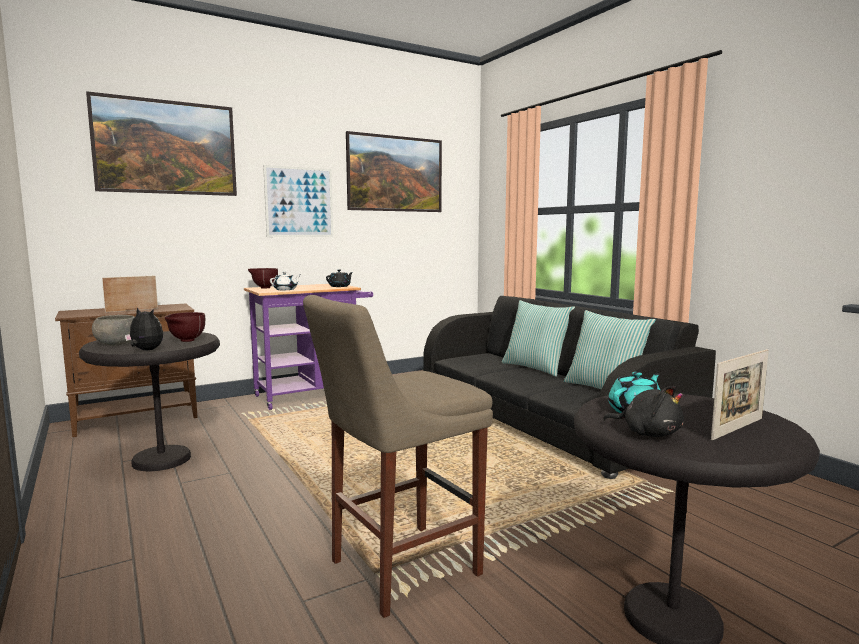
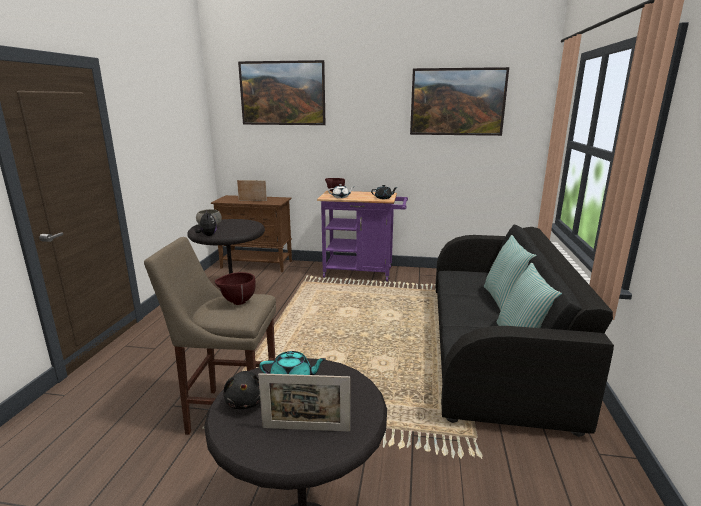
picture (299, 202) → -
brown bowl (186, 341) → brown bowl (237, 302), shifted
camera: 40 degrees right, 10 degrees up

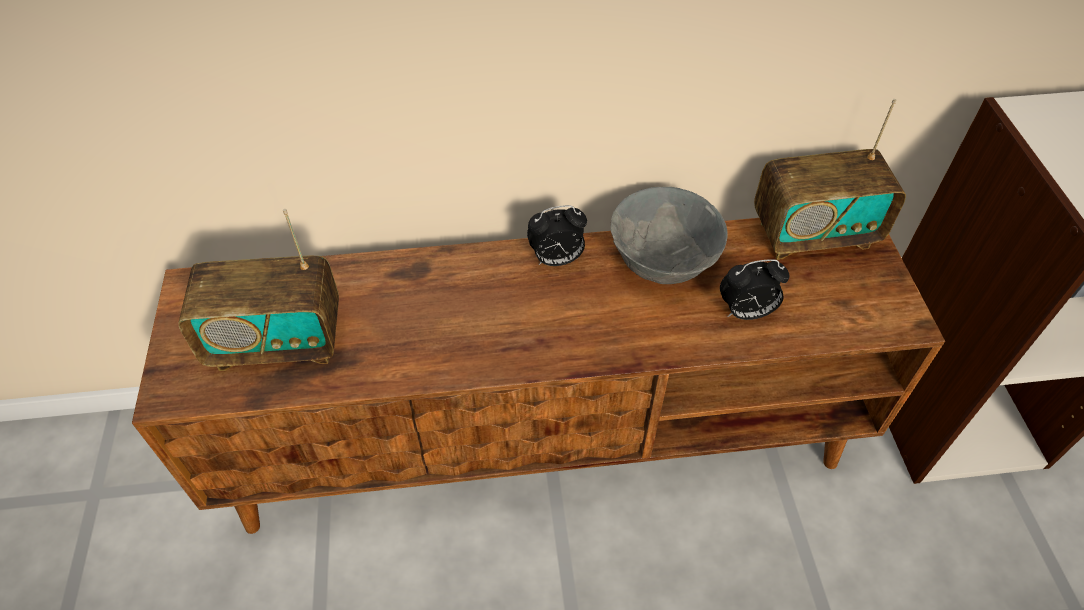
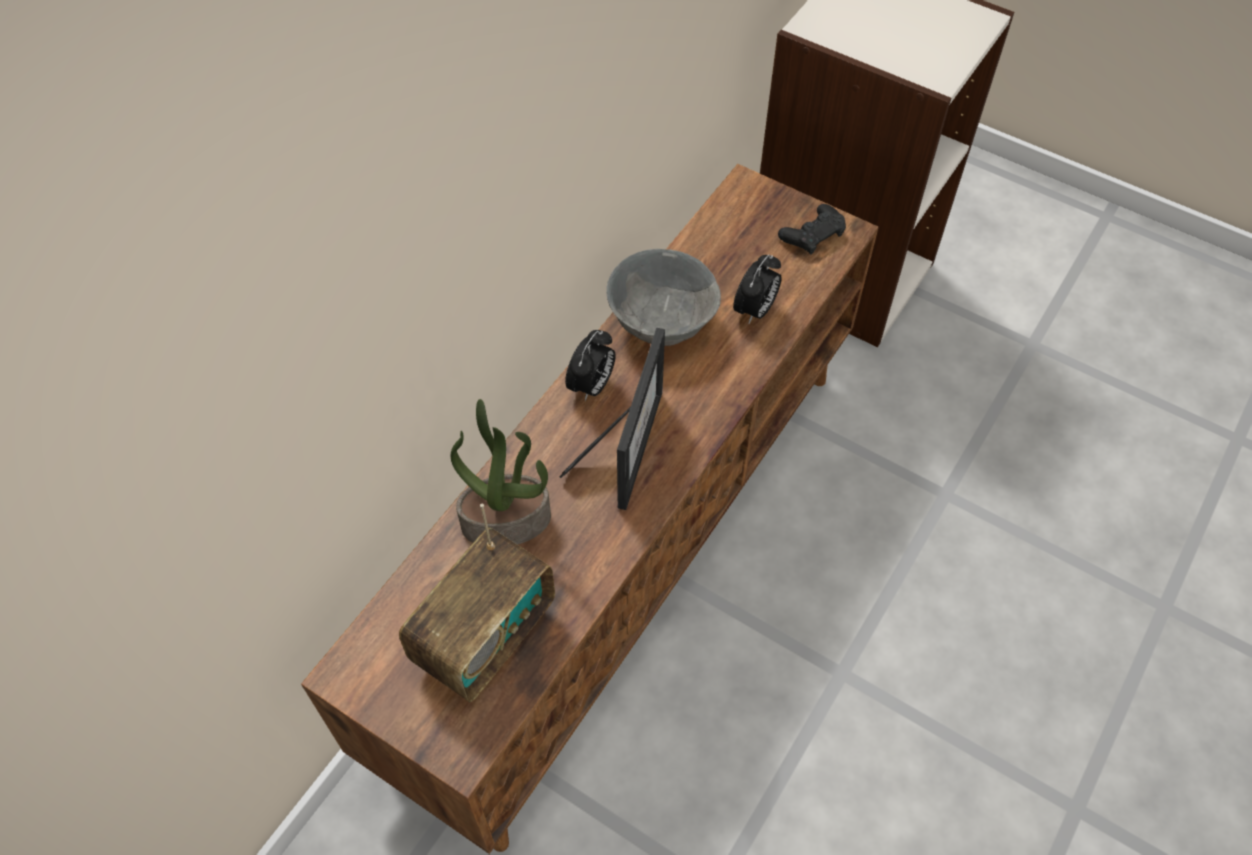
radio (813, 234) → -
- → black game controller (813, 235)
- → picture frame (627, 443)
- → potted plant (507, 520)
camera: 50 degrees left, 5 degrees up

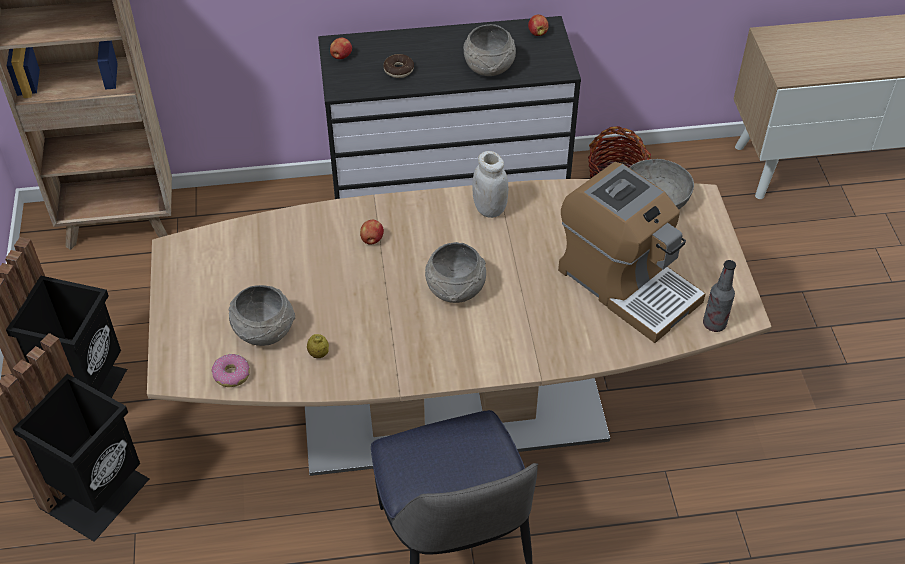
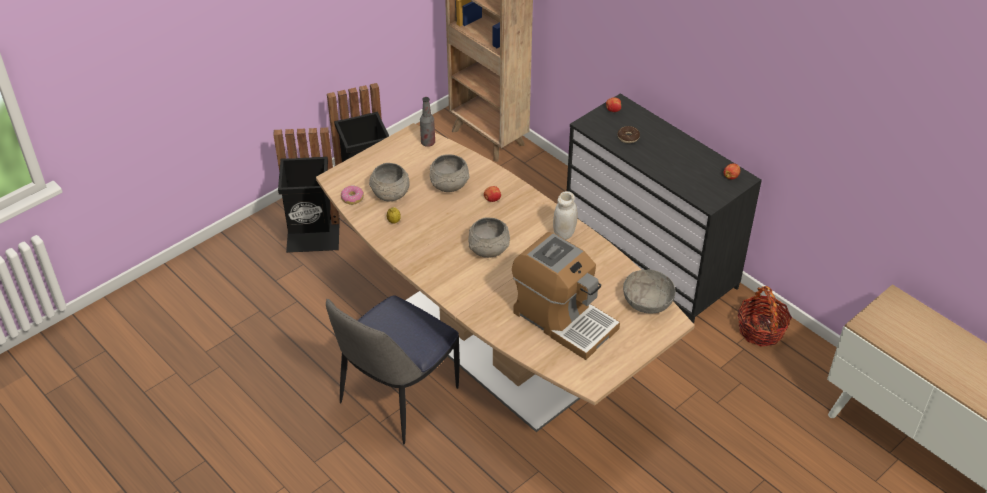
grey bowl (489, 67) → grey bowl (450, 185), shifted
coffee machine (626, 284) → coffee machine (563, 319), 60 degrees counterclockwise
bottle (714, 324) → bottle (428, 143), shifted
camera: 55 degrees right, 5 degrees down

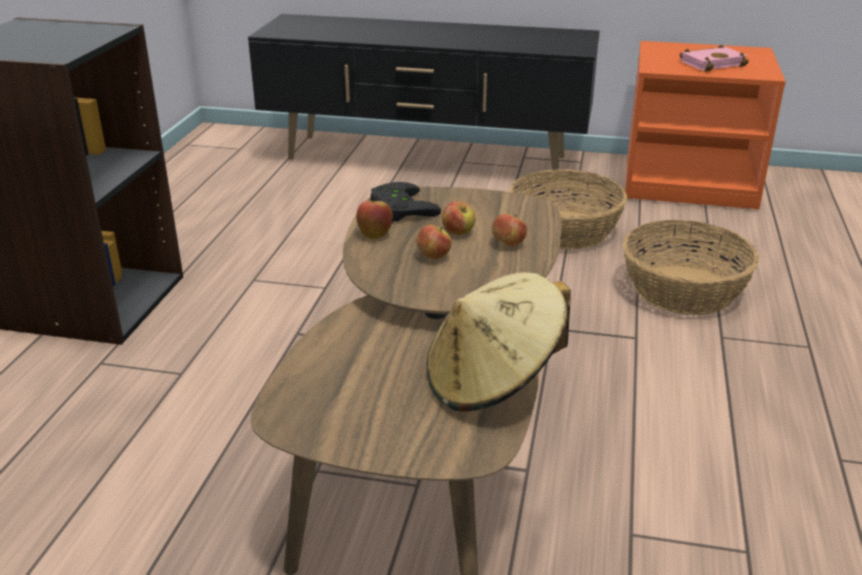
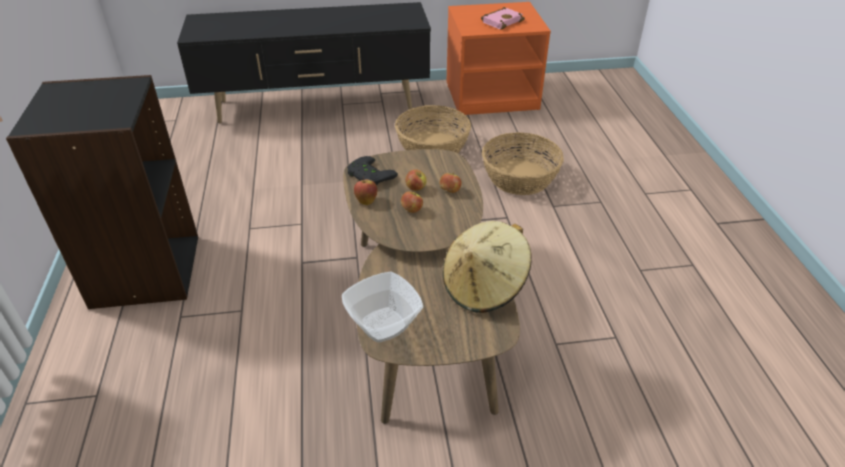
- → bowl (384, 325)
camera: 20 degrees left, 10 degrees up

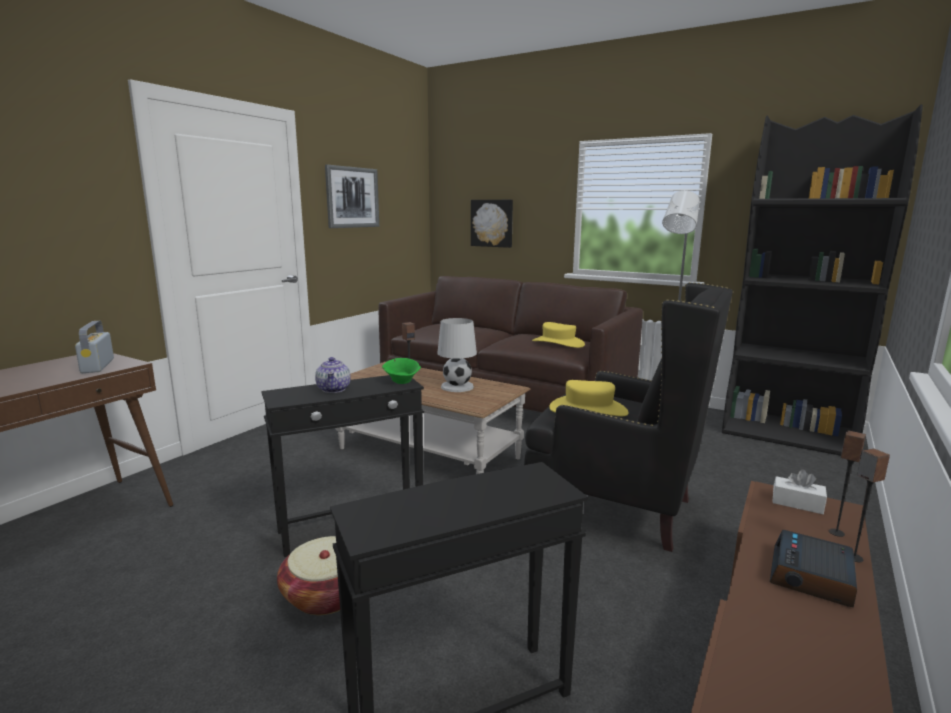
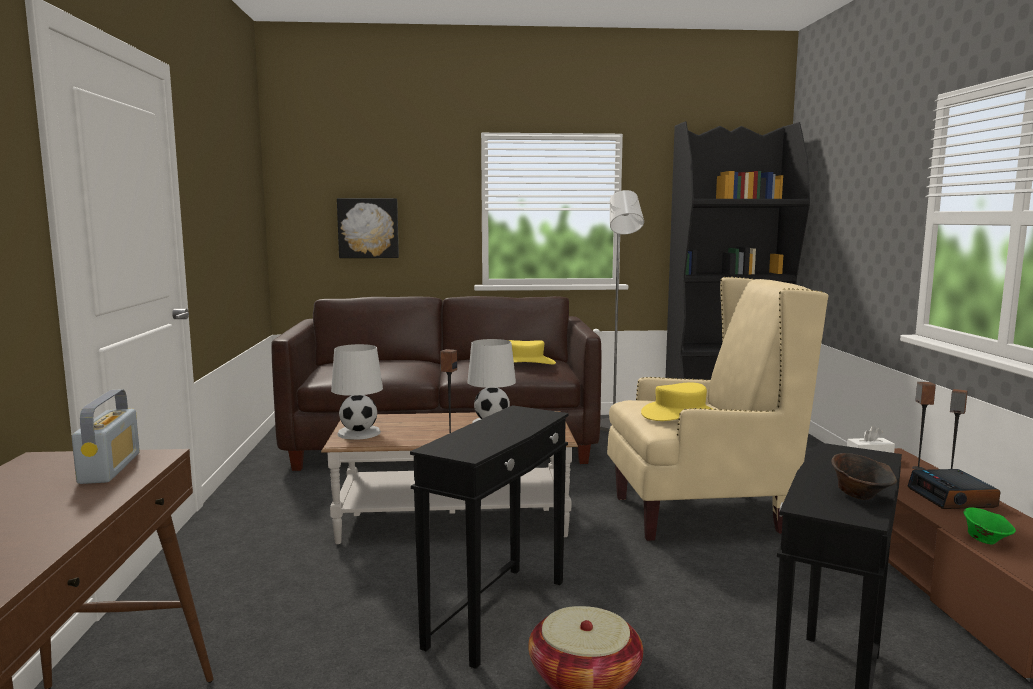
picture (352, 197) → -
black armchair (616, 507) → beige armchair (699, 514)
radio (97, 366) → radio (110, 468), 135 degrees counterclockwise
teapot (334, 389) → -
green bowl (402, 382) → green bowl (986, 541), shifted
- → white table lamp (358, 433)
- → brown bowl (860, 496)
camera: 35 degrees left, 5 degrees down

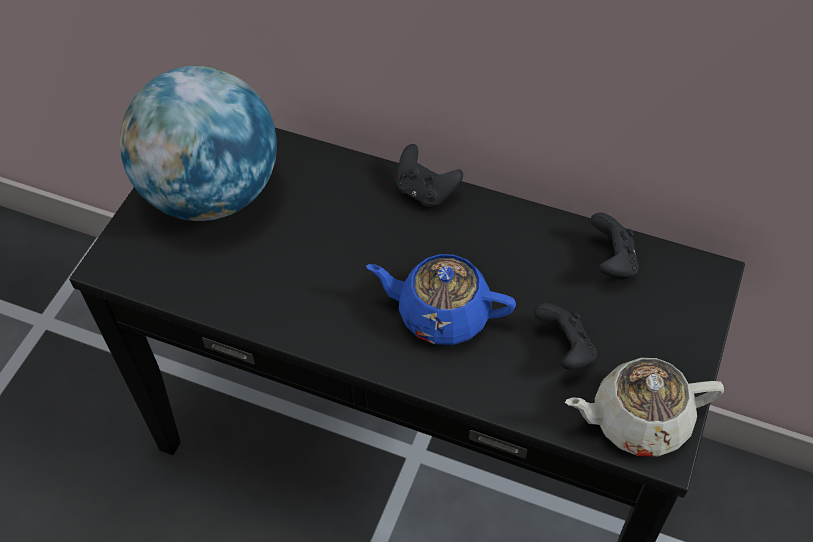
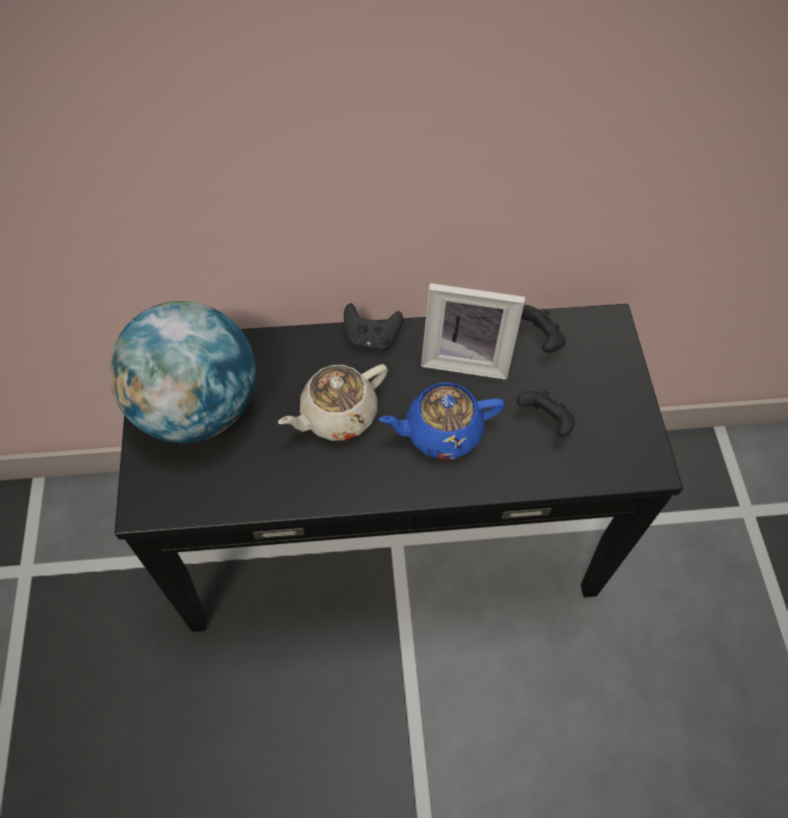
beige teapot (638, 419) → beige teapot (337, 415), shifted
- → picture frame (466, 357)
camera: 30 degrees left, 5 degrees up

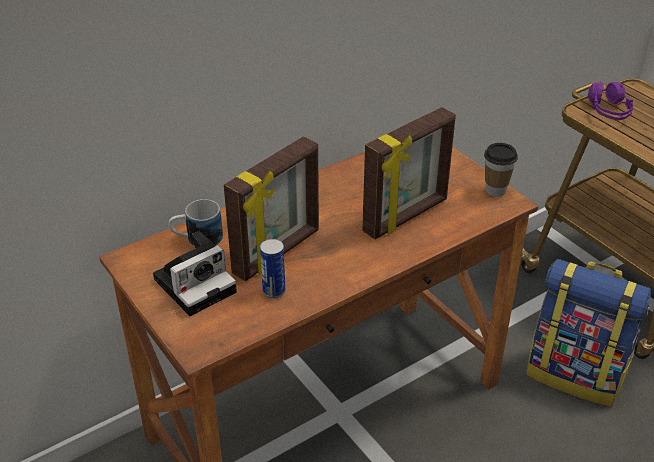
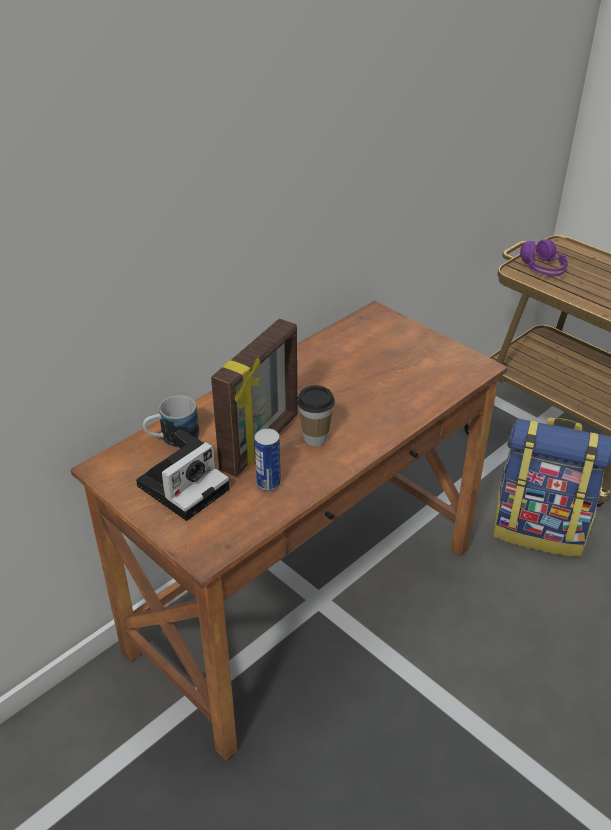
picture frame (406, 217) → -
cup (495, 190) → cup (315, 438), shifted
camera: 10 degrees left, 0 degrees up

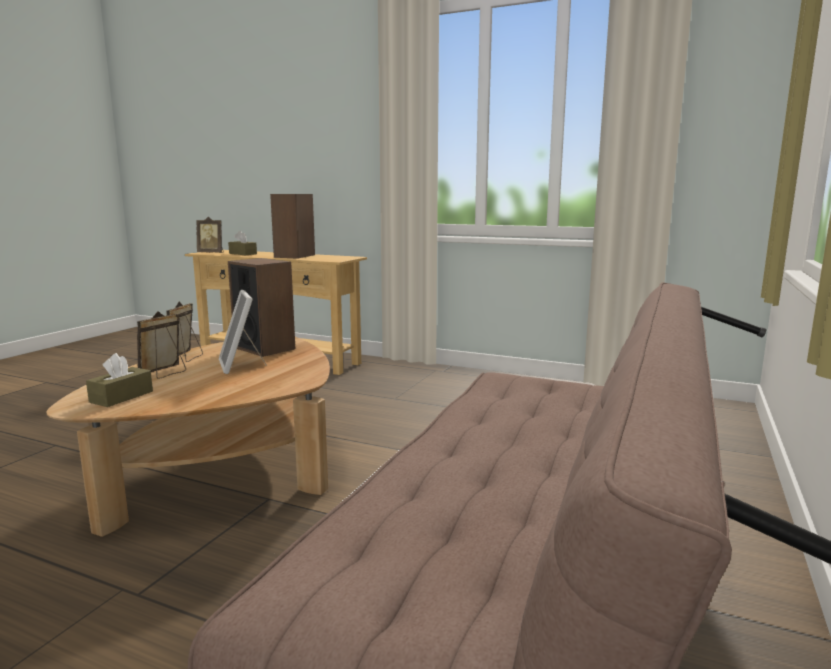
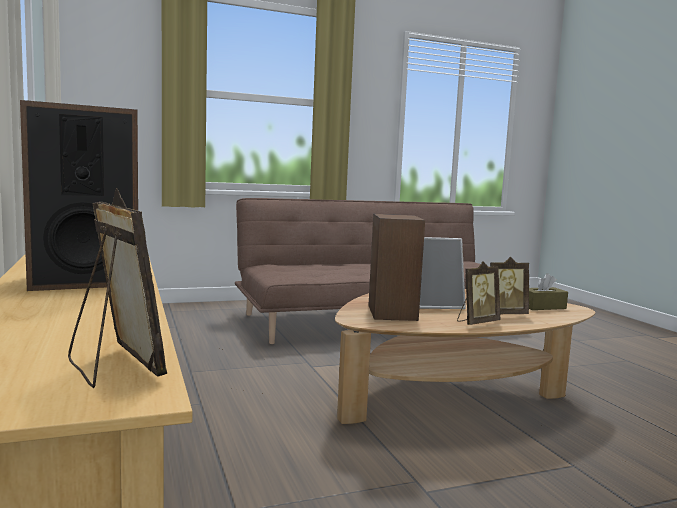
brown tissue box (243, 254) → -
picture frame (241, 365) → picture frame (437, 305), 60 degrees clockwise
camera: 135 degrees left, 5 degrees down

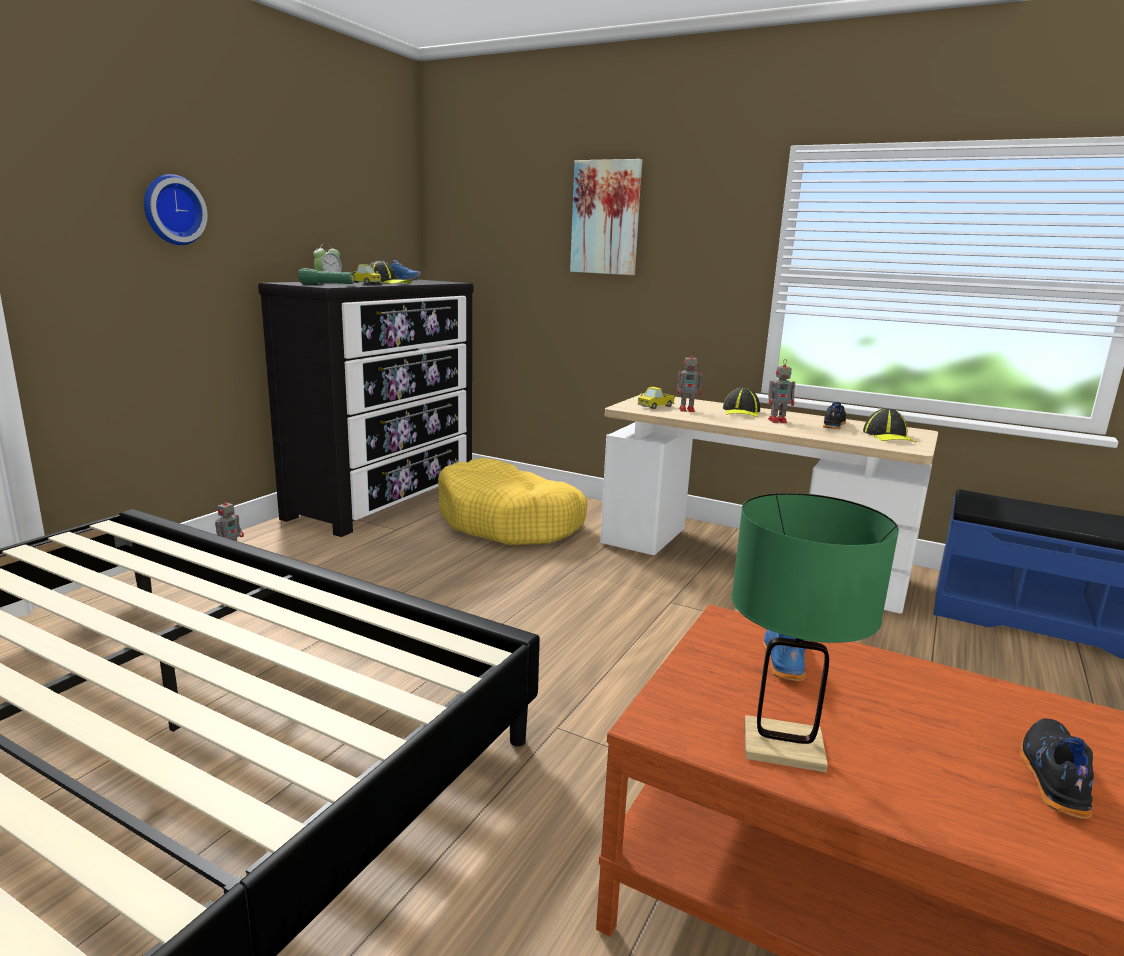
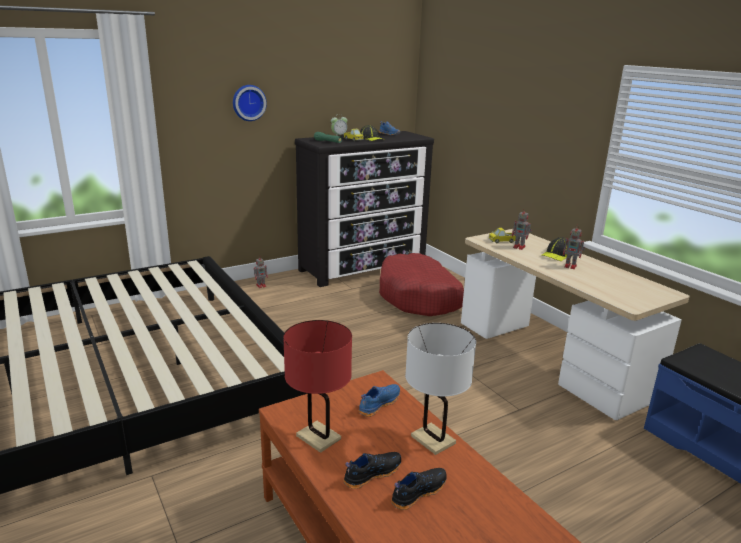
picture (606, 218) → -
black shoe (832, 425) → black shoe (371, 474), shifted
cap (889, 436) → -
yellow dog bed (509, 522) → red dog bed (419, 297)
green table lamp (783, 746) → red table lamp (318, 437)
- → white table lamp (433, 439)
camera: 30 degrees right, 5 degrees up

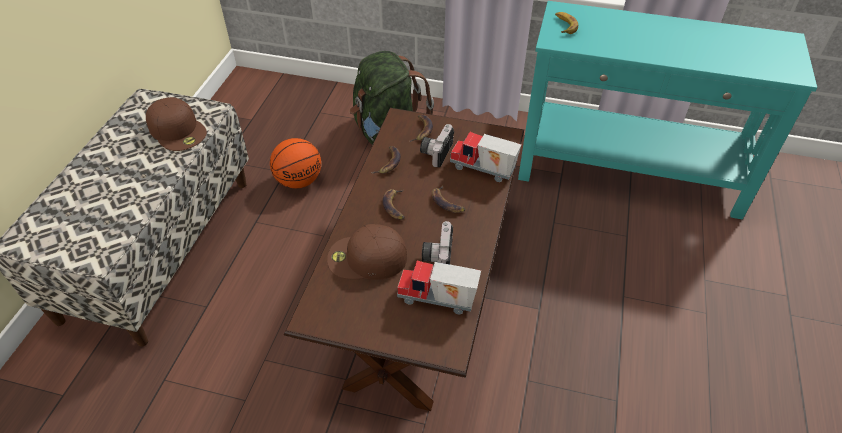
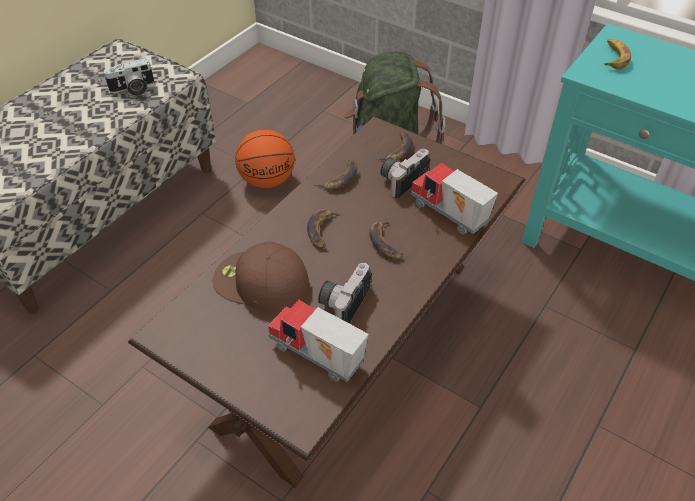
brown cap (178, 130) → photo camera (133, 89)
camera: 20 degrees right, 0 degrees up

